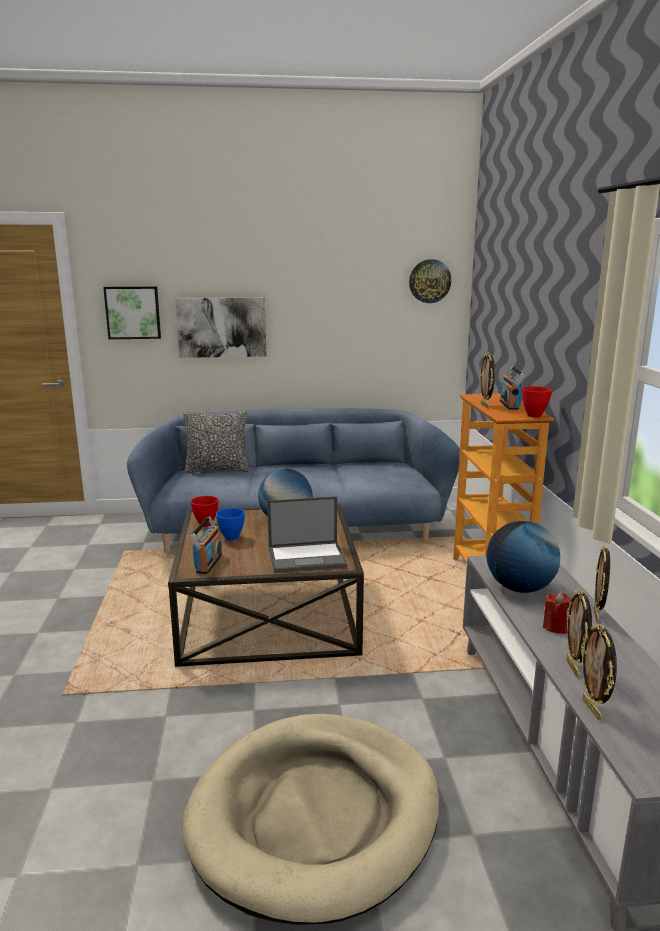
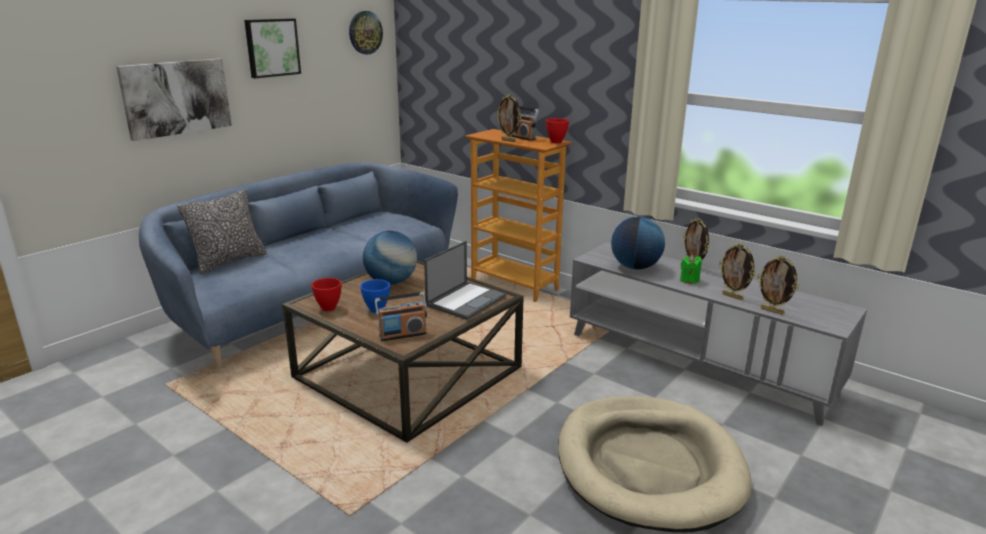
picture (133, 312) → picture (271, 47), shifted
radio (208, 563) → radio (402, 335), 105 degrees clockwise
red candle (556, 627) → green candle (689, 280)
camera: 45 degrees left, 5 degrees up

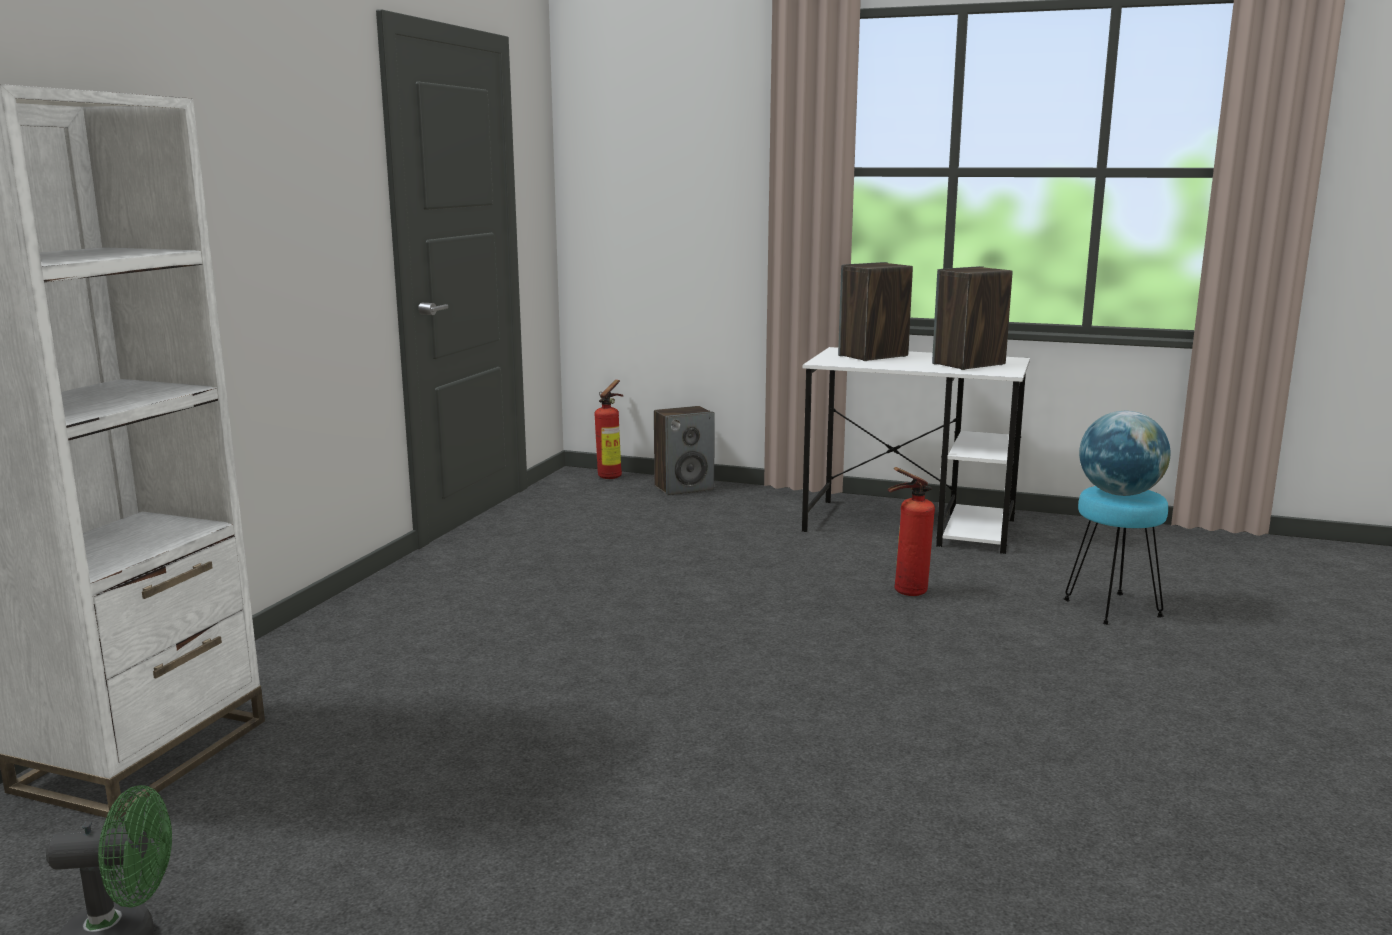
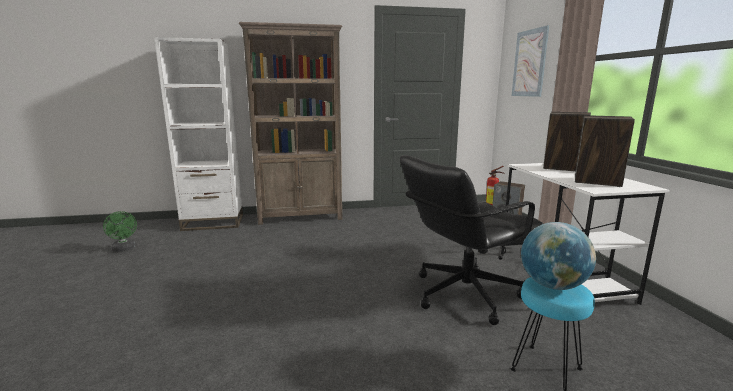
fire extinguisher (905, 592) → black office chair (464, 294)
- → brown bookcase (301, 217)
- → picture (529, 63)
camera: 60 degrees right, 0 degrees up

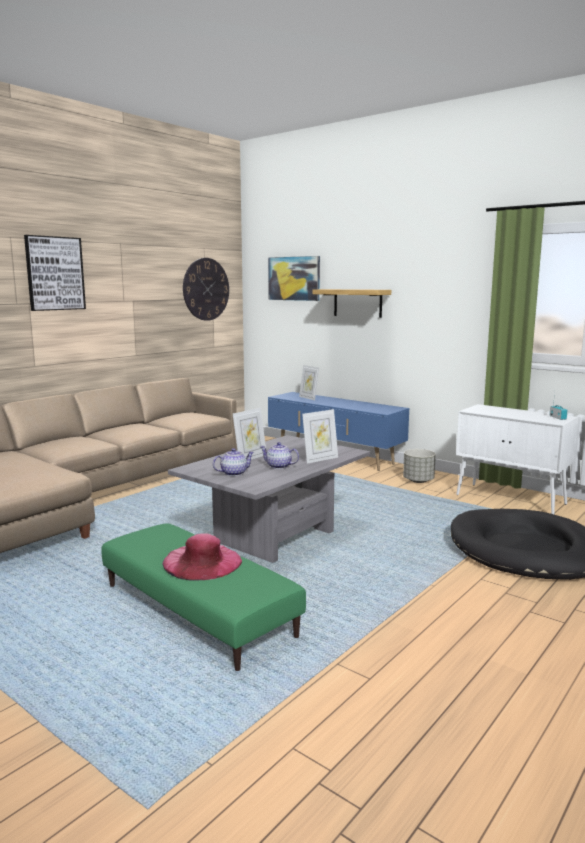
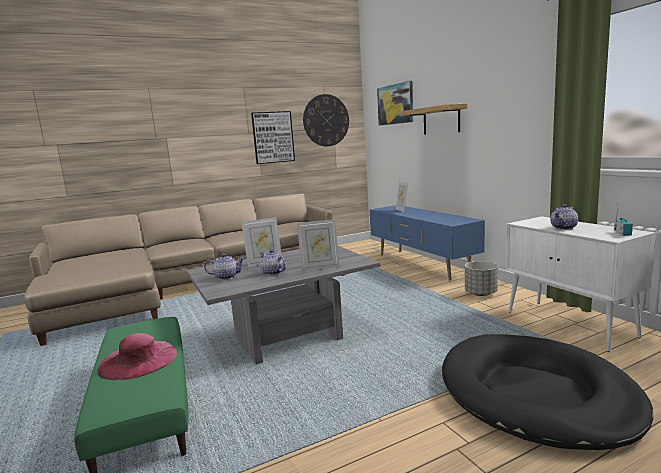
picture (55, 273) → picture (273, 137), shifted
- → teapot (564, 227)
camera: 25 degrees right, 0 degrees up

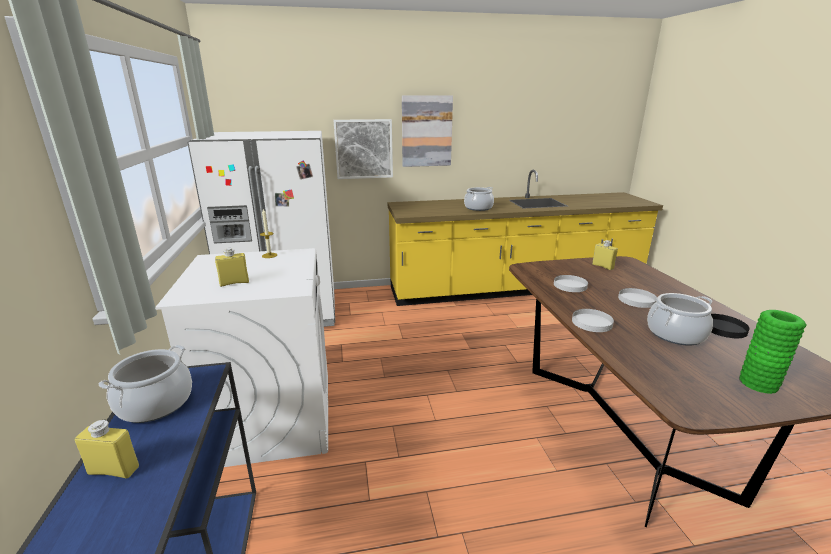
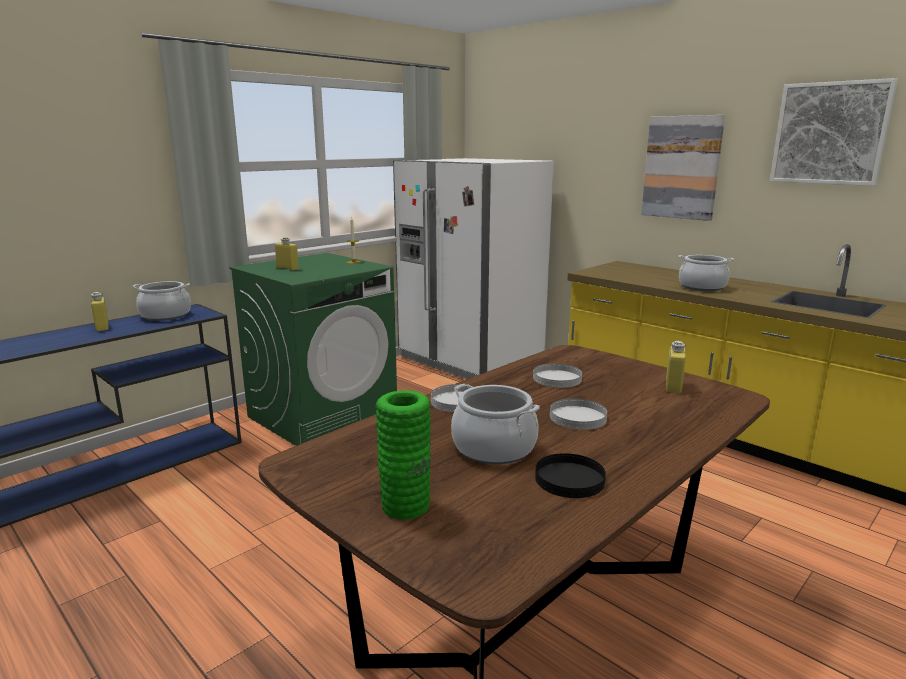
picture (363, 149) → picture (830, 133), shifted
white washing machine (273, 417) → green washing machine (323, 415)
camera: 55 degrees right, 5 degrees down

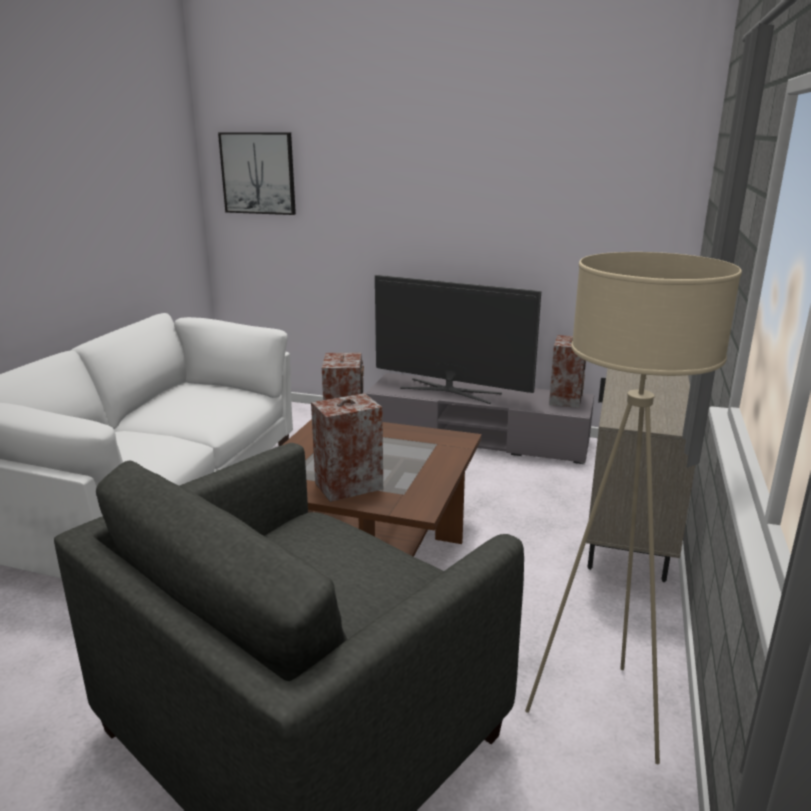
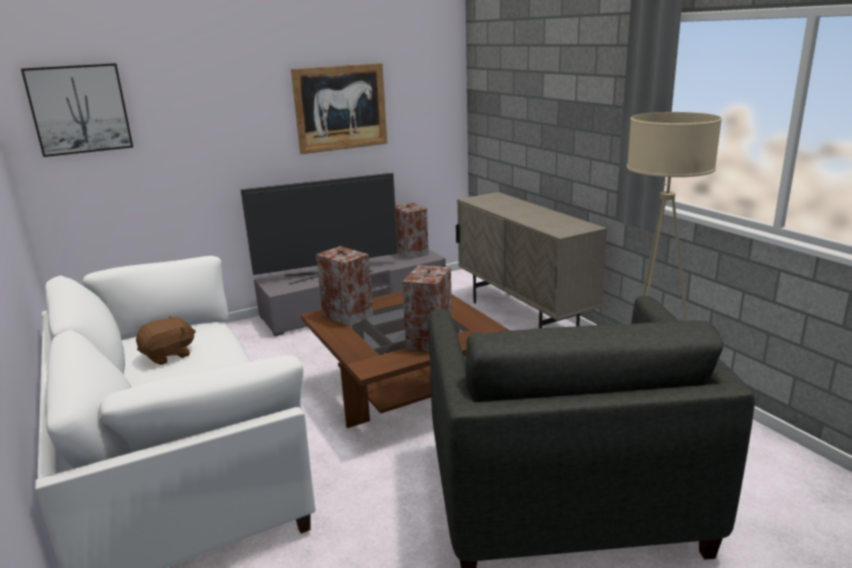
- → picture (340, 108)
- → brown plush toy (168, 355)
camera: 45 degrees left, 0 degrees up

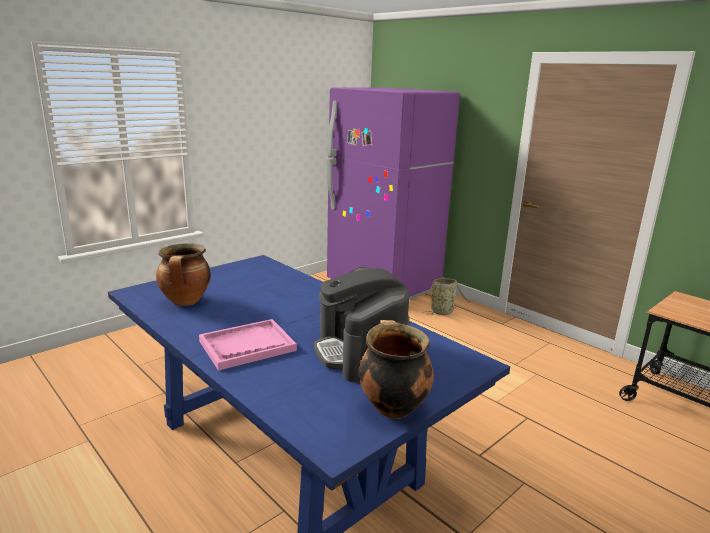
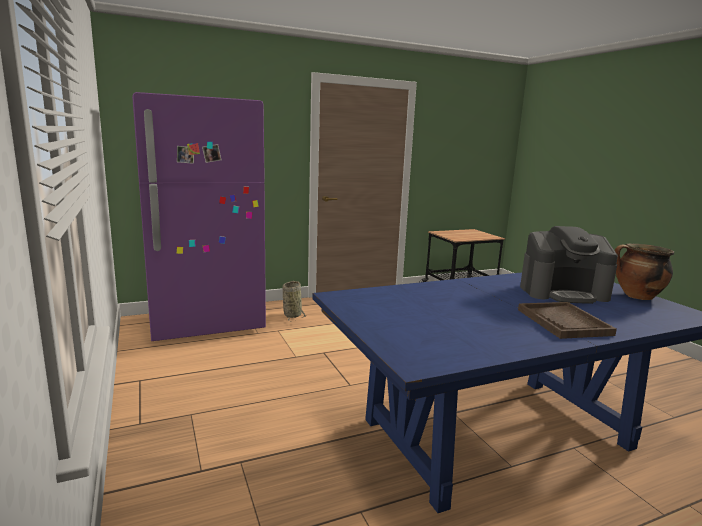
cooking pot (186, 302) → -
pink tray (247, 346) → brown tray (564, 322)
camera: 70 degrees left, 5 degrees down

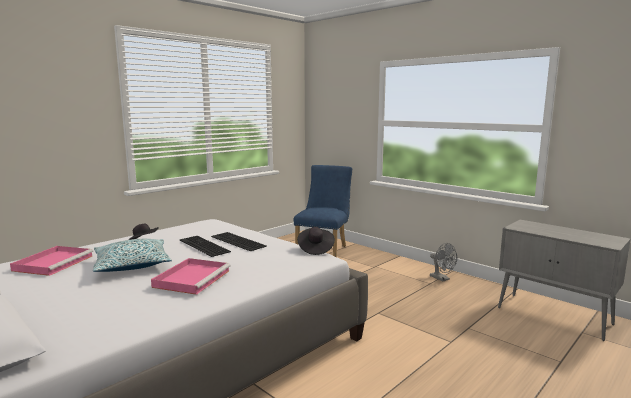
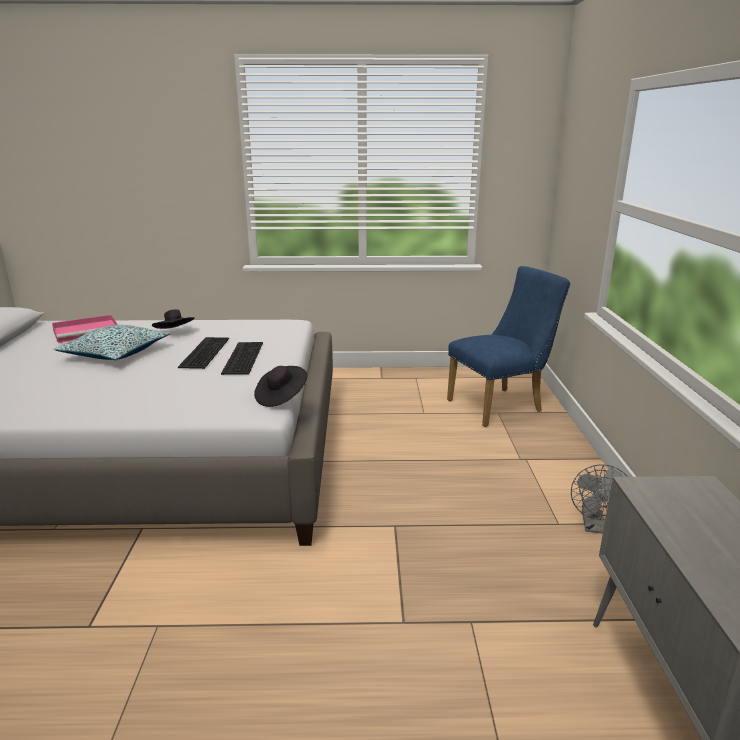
pink tray (192, 278) → -
camera: 45 degrees right, 10 degrees up

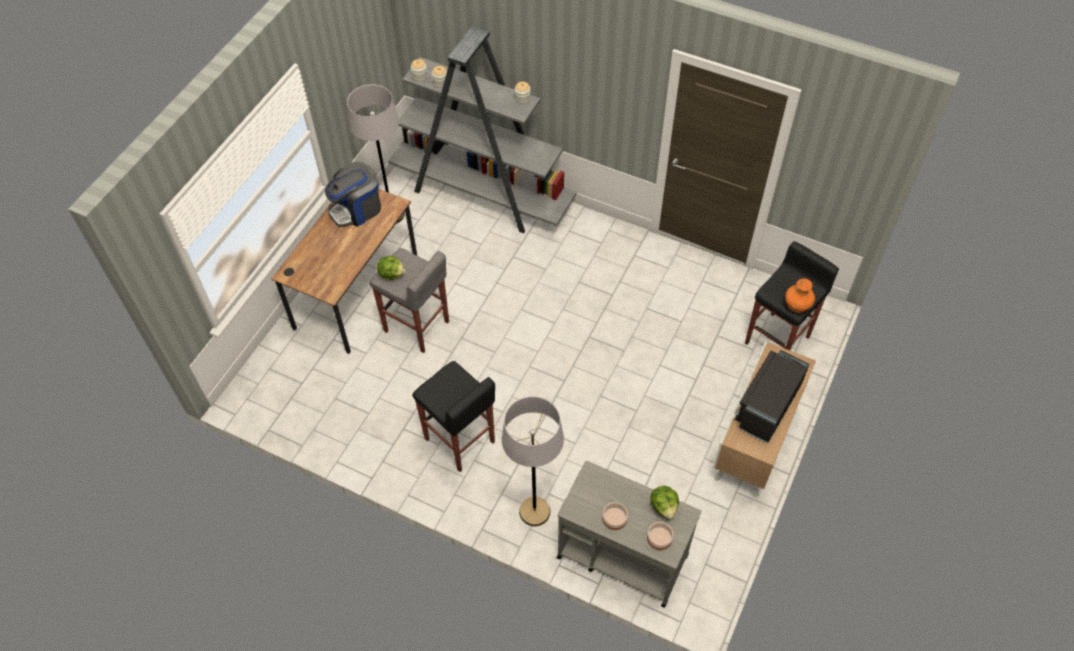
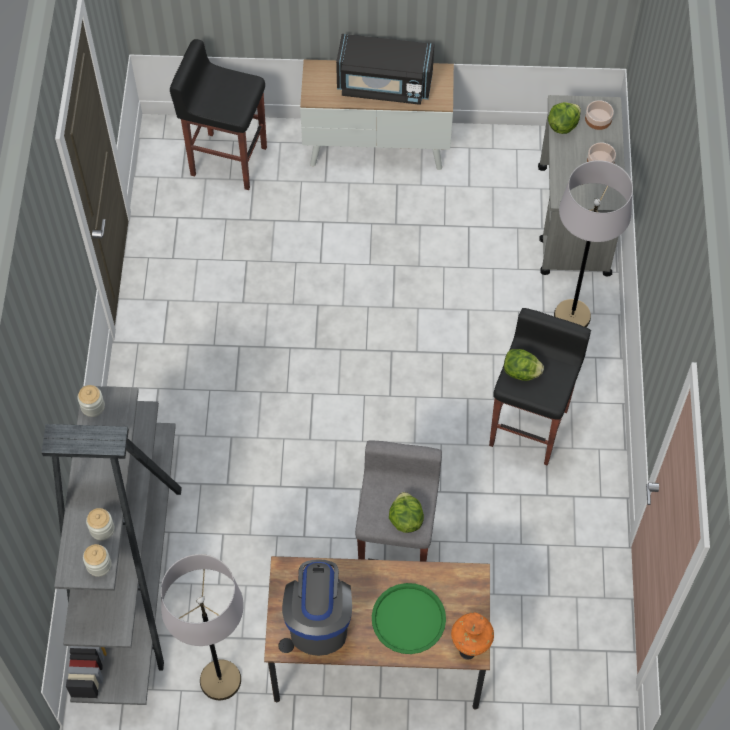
coffee machine (357, 209) → coffee machine (319, 619), 120 degrees counterclockwise
orange vase (797, 306) → orange vase (470, 642), shifted
- → lettuce (521, 372)
- → green tray (408, 619)
camera: 115 degrees left, 5 degrees up

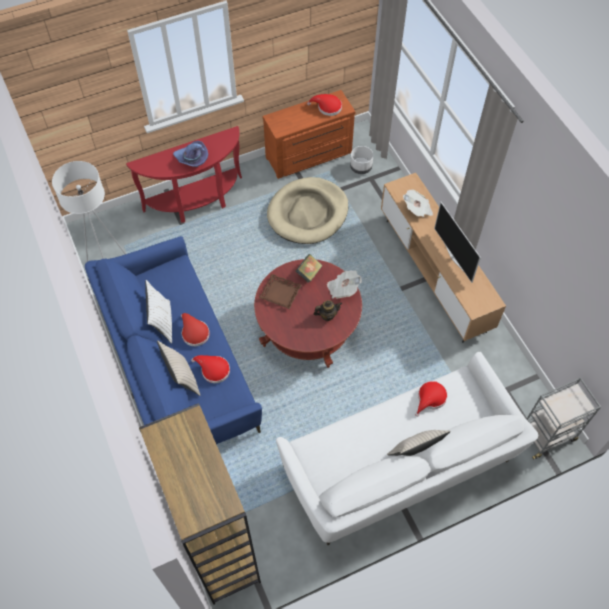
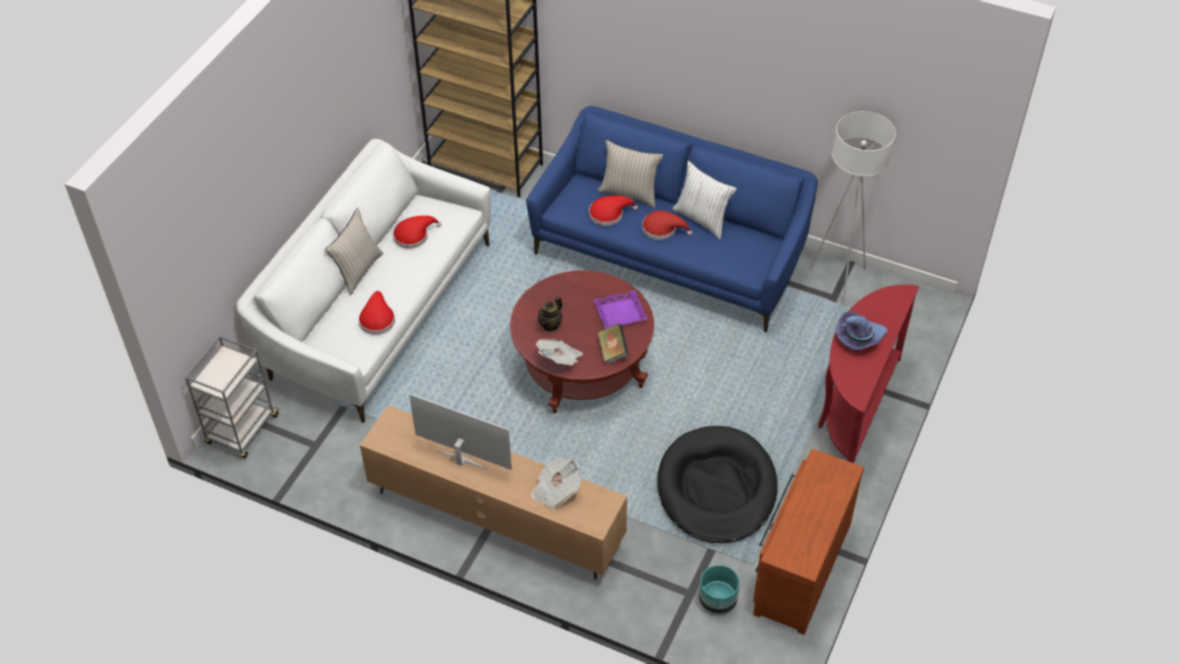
red hat (327, 107) → red hat (413, 235), shifted
white planter (361, 168) → turquoise planter (717, 600)
beige dog bed (308, 213) → black dog bed (717, 488)
brown tray (280, 293) → purple tray (620, 313)
camera: 140 degrees right, 10 degrees down

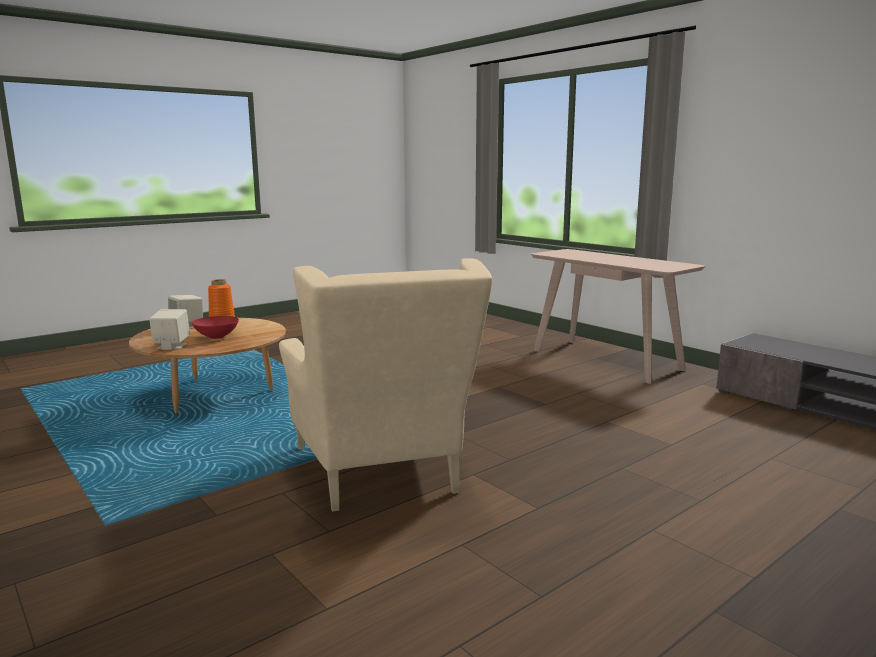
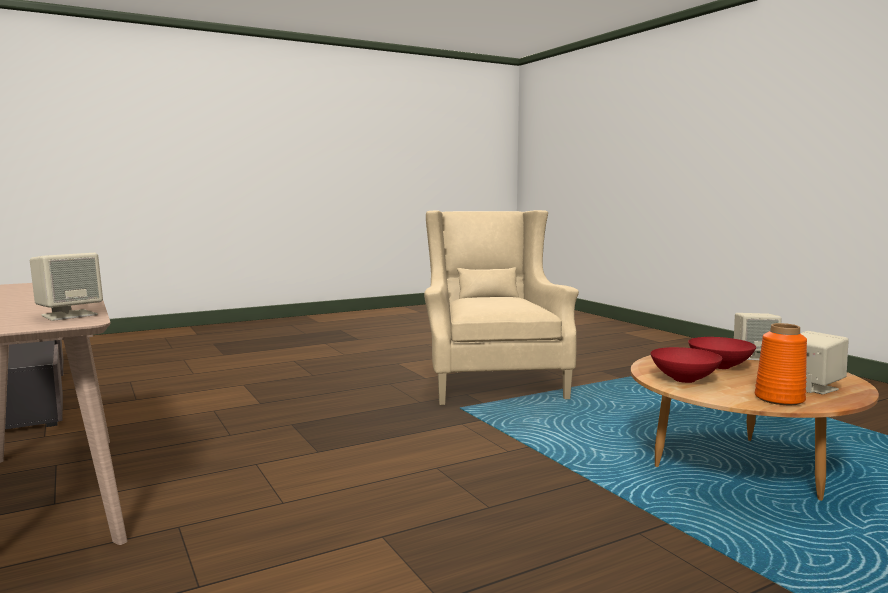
- → beige speaker (69, 315)
- → red bowl (685, 380)
camera: 170 degrees left, 5 degrees down

